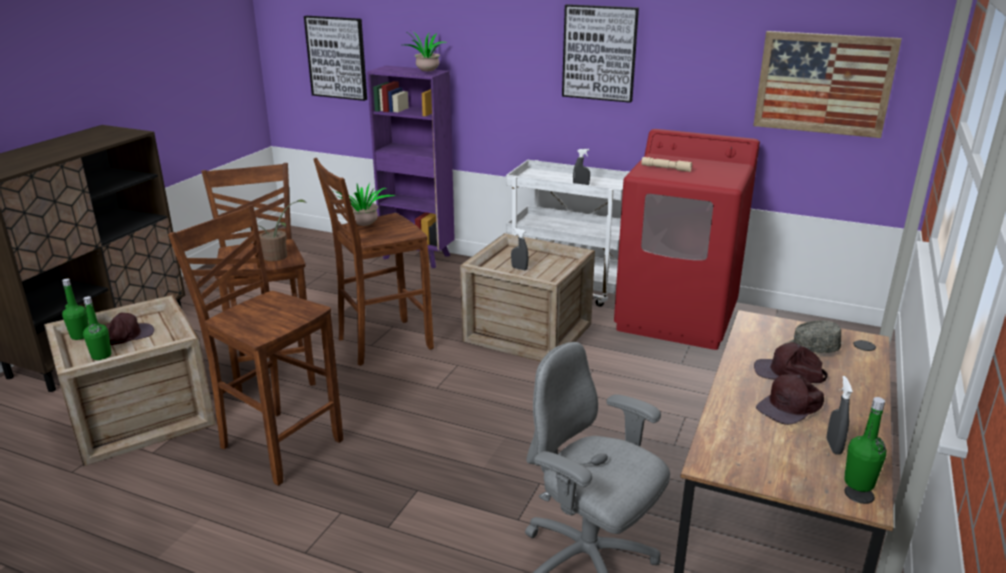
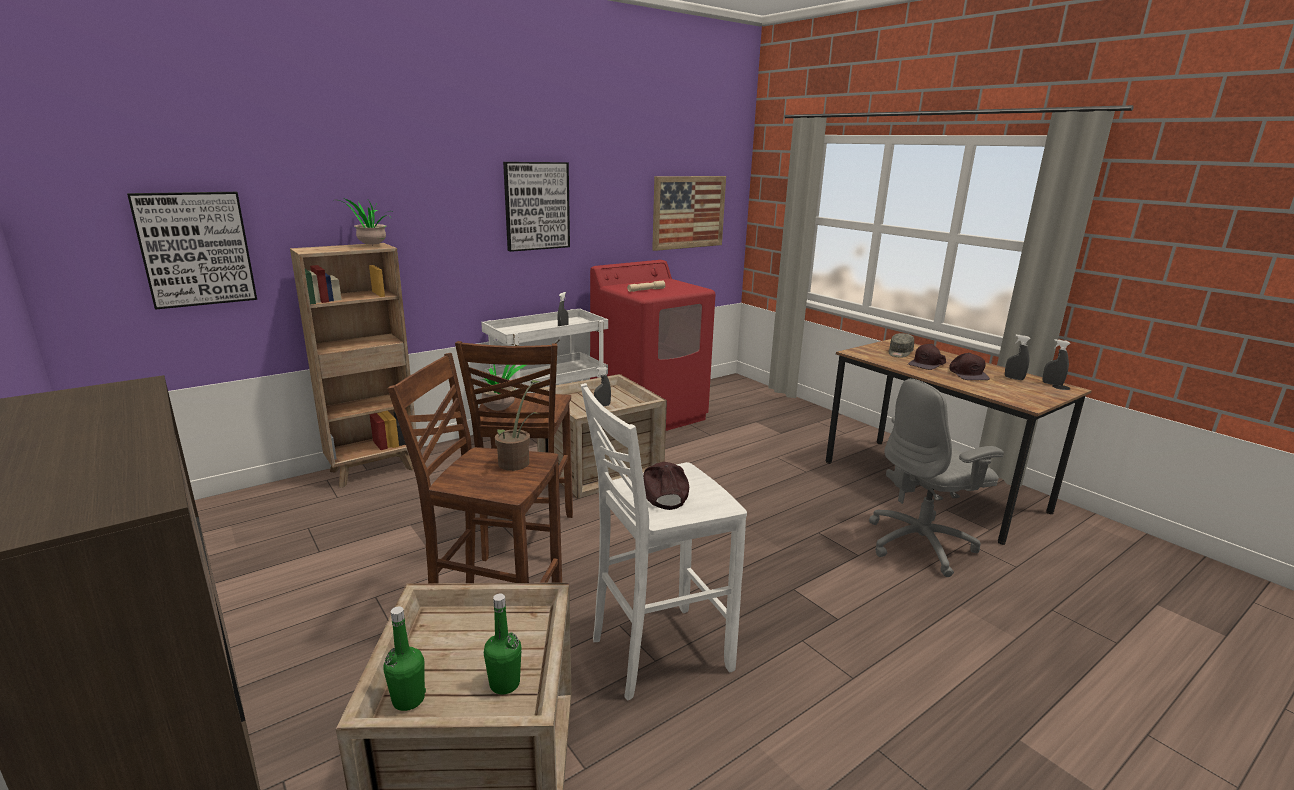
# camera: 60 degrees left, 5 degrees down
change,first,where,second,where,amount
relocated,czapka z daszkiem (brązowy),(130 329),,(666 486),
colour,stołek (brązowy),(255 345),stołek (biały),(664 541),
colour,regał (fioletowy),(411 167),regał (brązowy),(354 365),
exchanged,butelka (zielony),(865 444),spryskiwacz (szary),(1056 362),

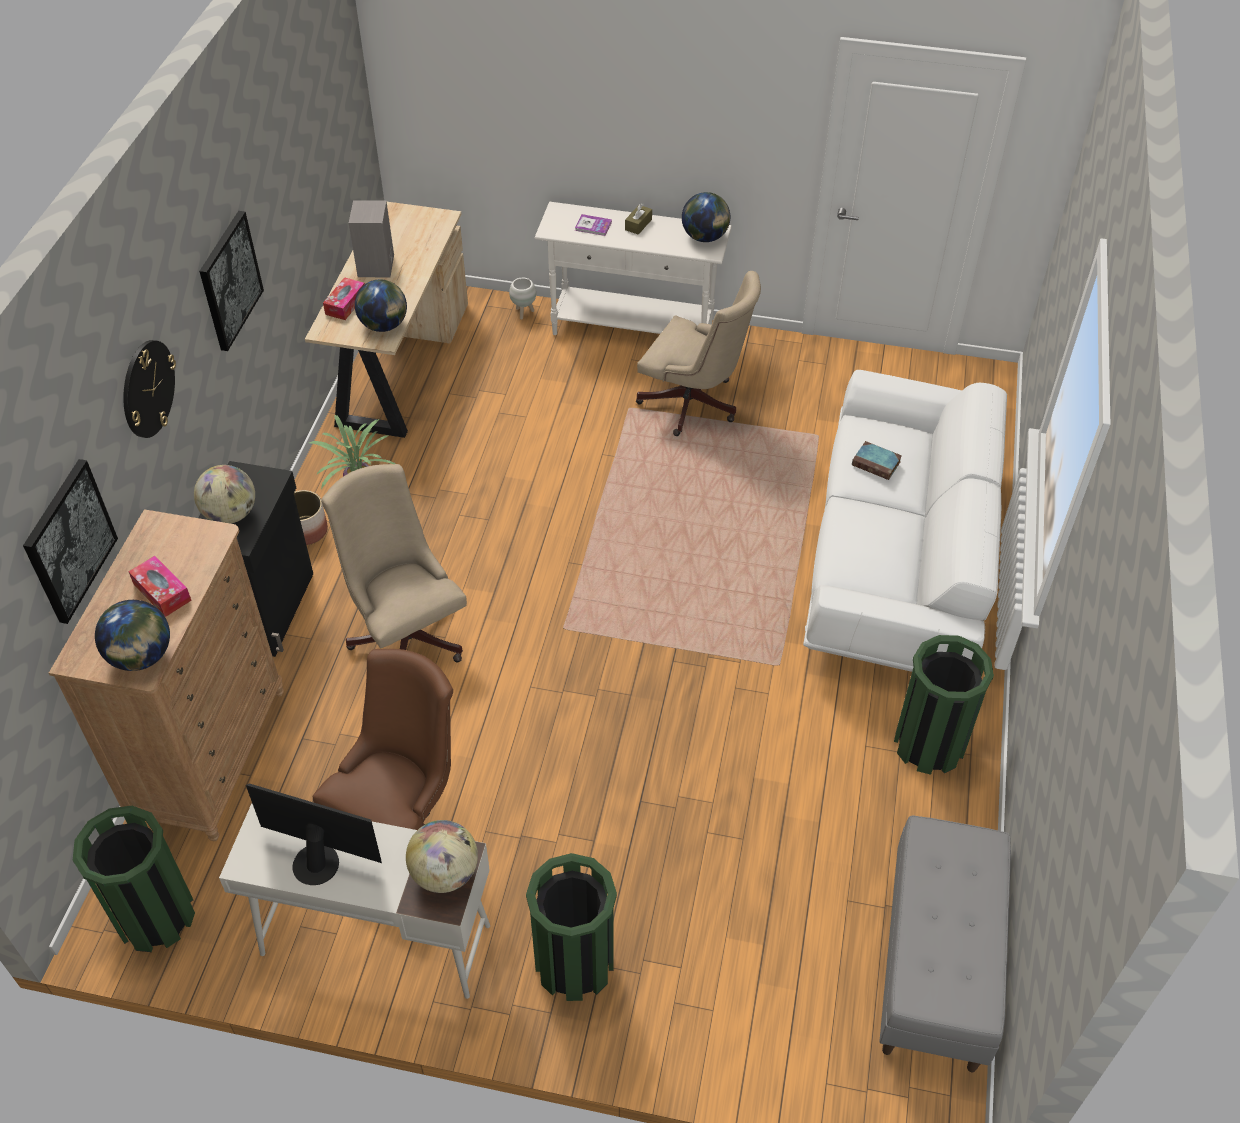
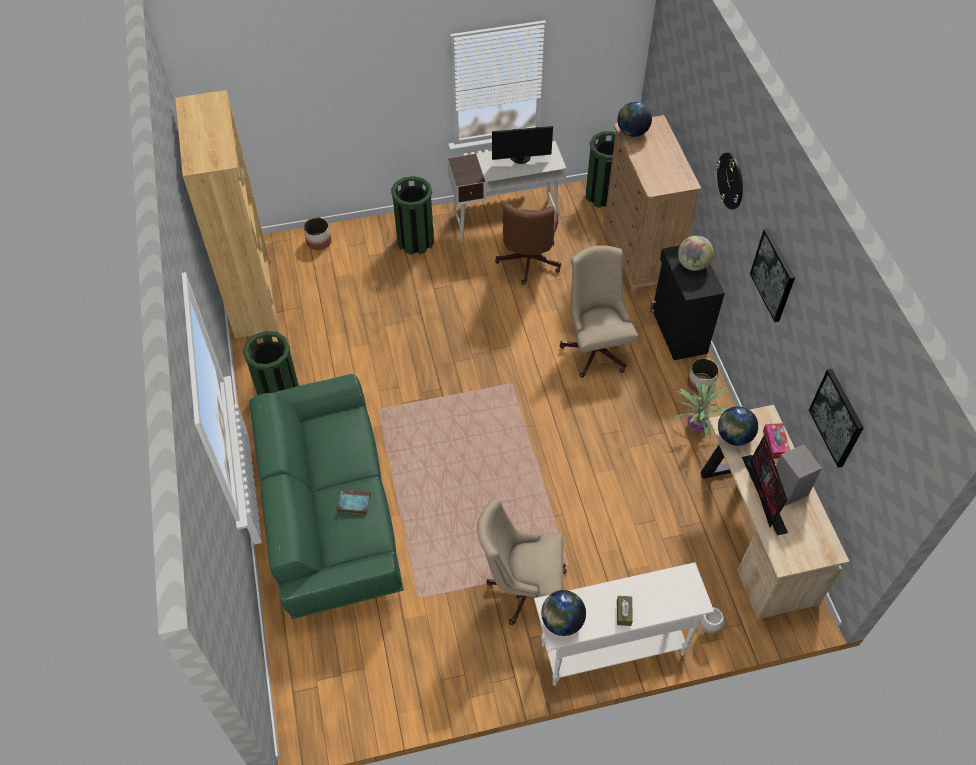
# camera: 155 degrees right, 5 degrees up
change,first,where,second,where,amount
relocated,obraz,(70 541),,(836 418),
missing,pudełko chusteczek,(160 586),,,
spun,krzesło biurowe (beżowy),(394 563),,(599 312),135 degrees counterclockwise
missing,globus,(442 856),,,
missing,książka,(593 225),,,
colour,kanapa (biały),(905 520),kanapa (zielony),(326 496),
exchanged,ławka (szary),(945 944),regał (brązowy),(226 214),
appeared,,,donica,(317 233),
appeared,,,monitor,(765 485),

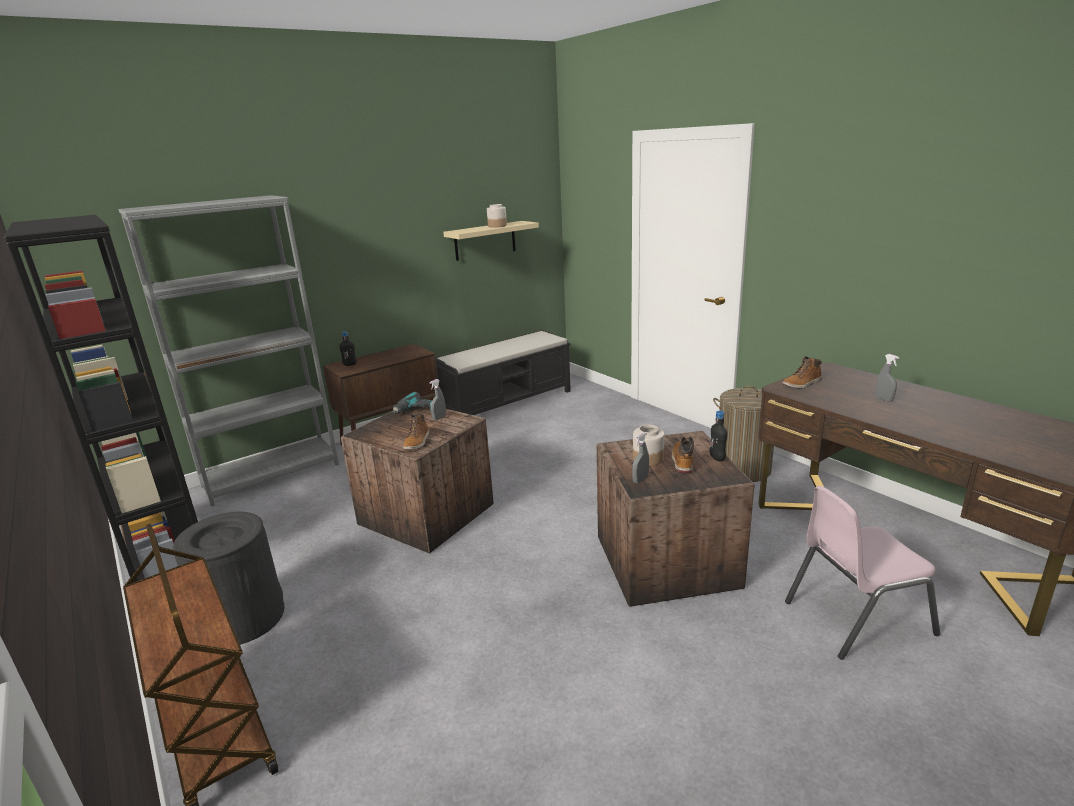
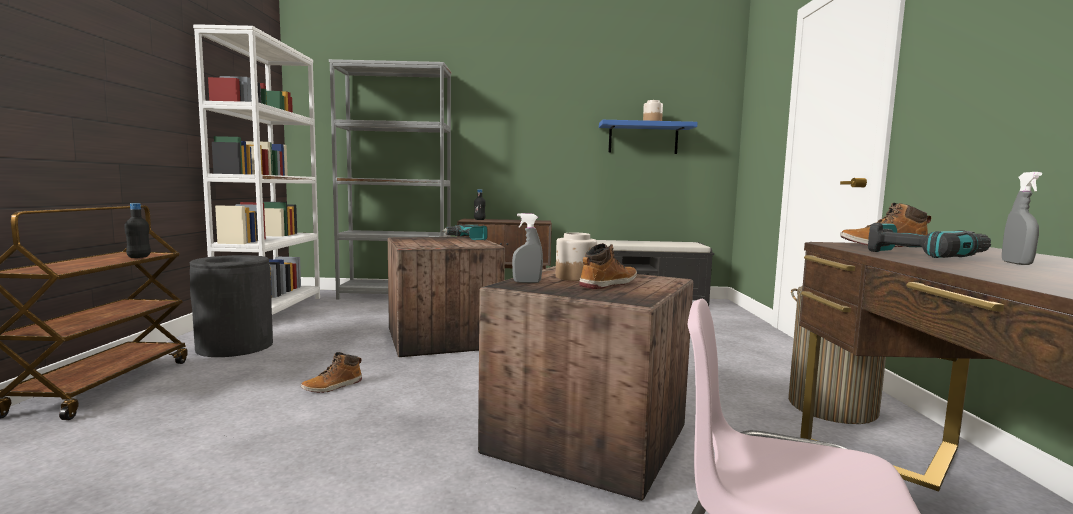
# camera: 35 degrees right, 15 degrees down
change,first,where,second,where,amount
colour,regał (czarny),(101 398),regał (biały),(256 169),
relocated,but z cholewką,(416 432),,(331 372),
missing,spryskiwacz (szary),(437 399),,,
colour,półka (beżowy),(491 241),półka (niebieski),(648 137),
relocated,butelka (czarny),(718 436),,(137 230),
appeared,,,wiertarka,(929 240),

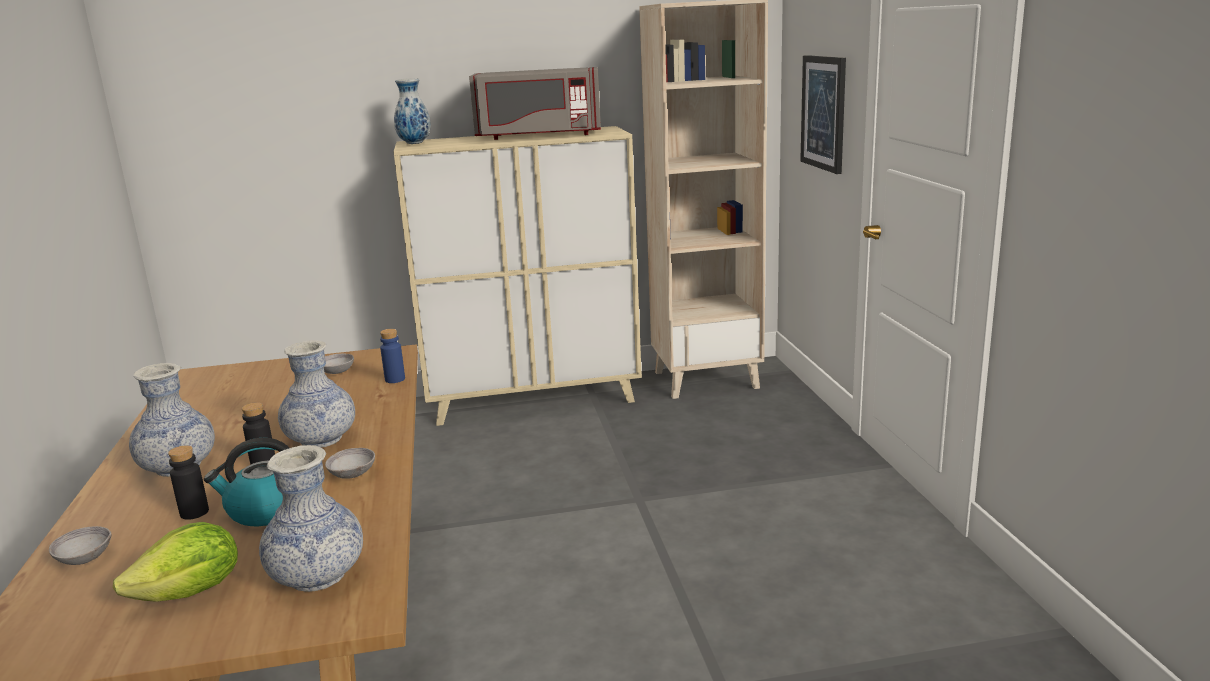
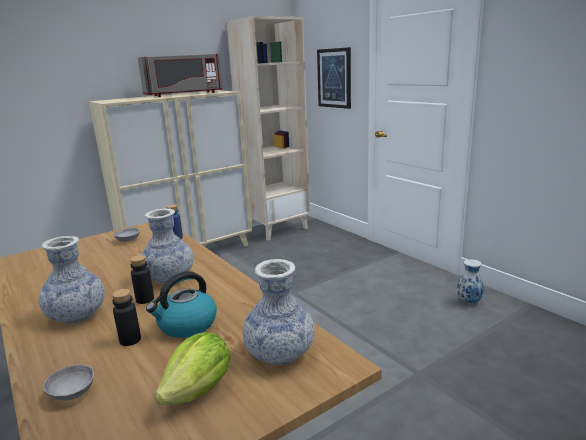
# camera: 25 degrees left, 0 degrees up
change,first,where,second,where,amount
missing,miska (szary),(350 463),,,
relocated,wazon,(412 111),,(470 281),

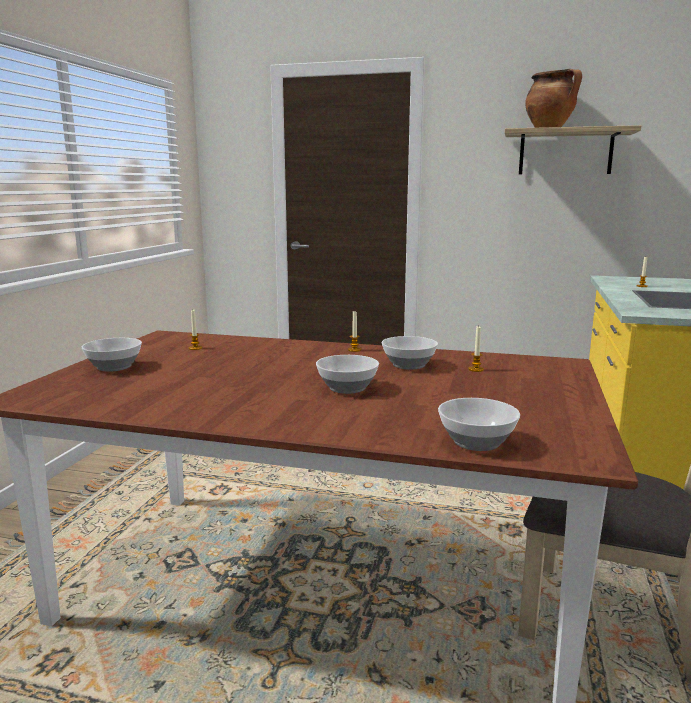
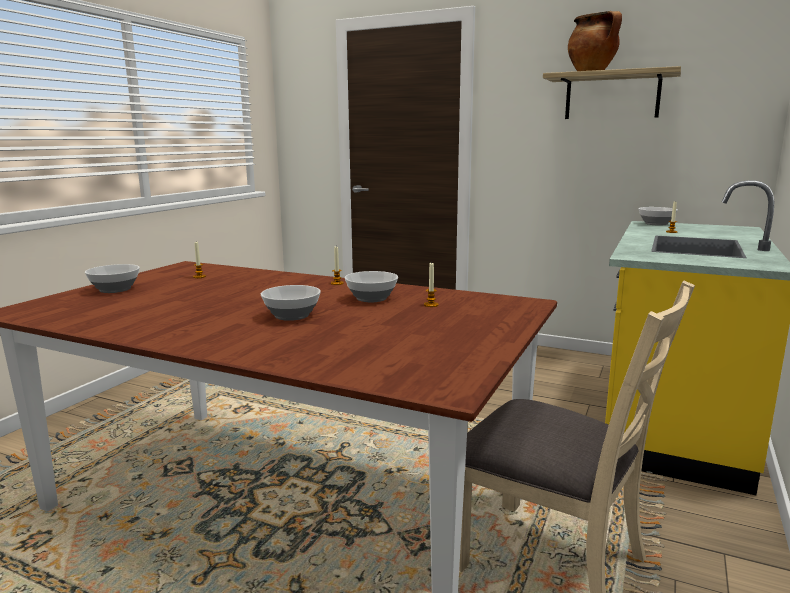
# camera: 10 degrees right, 0 degrees up
change,first,where,second,where,amount
relocated,miska,(479 424),,(658 216),

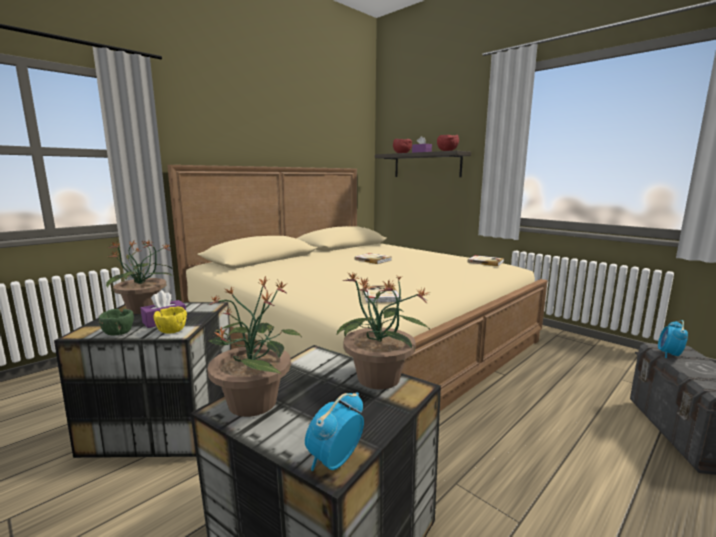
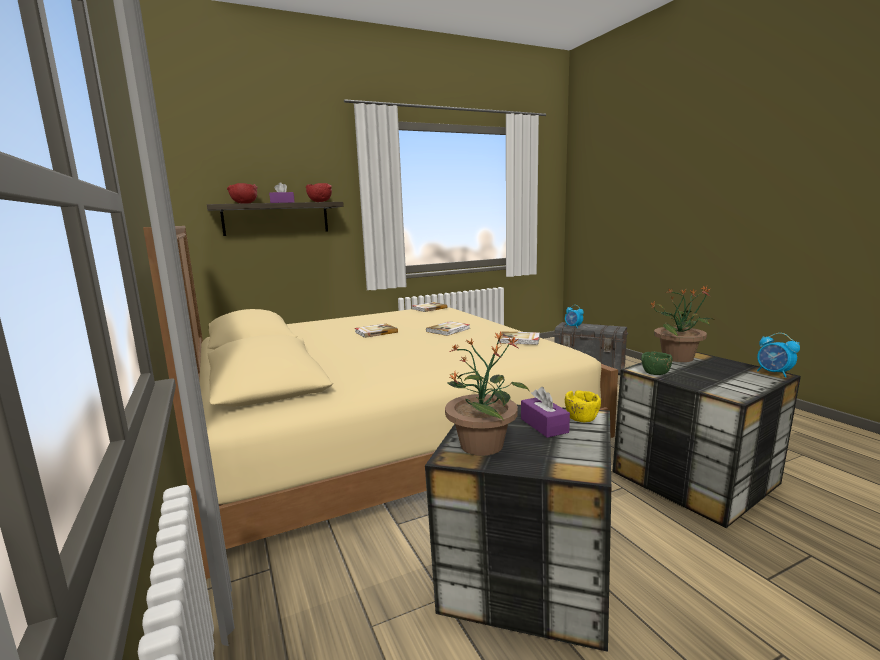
# camera: 70 degrees left, 0 degrees up
change,first,where,second,where,amount
relocated,miska (zielony),(116 322),,(657 363),
missing,roślina doniczkowa,(254 346),,,
appeared,,,książka,(448 328),

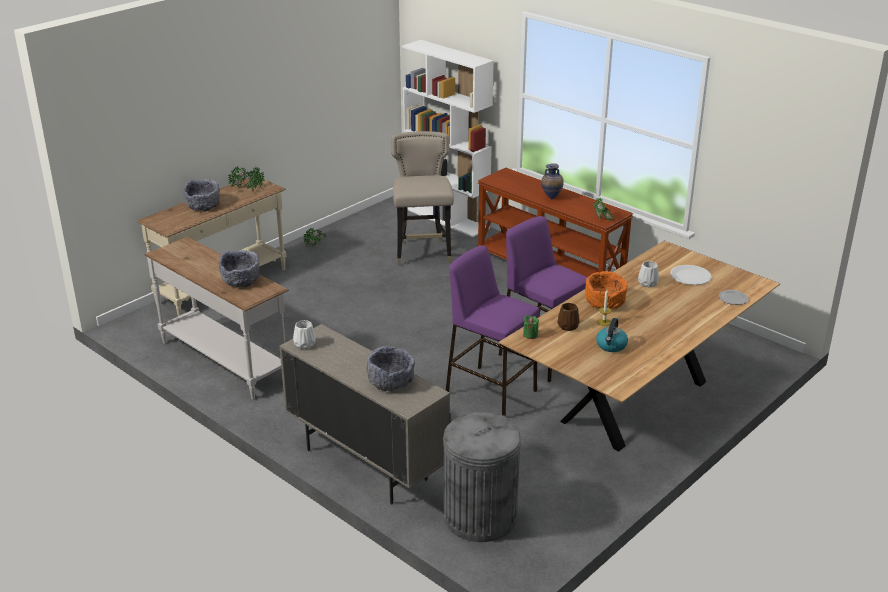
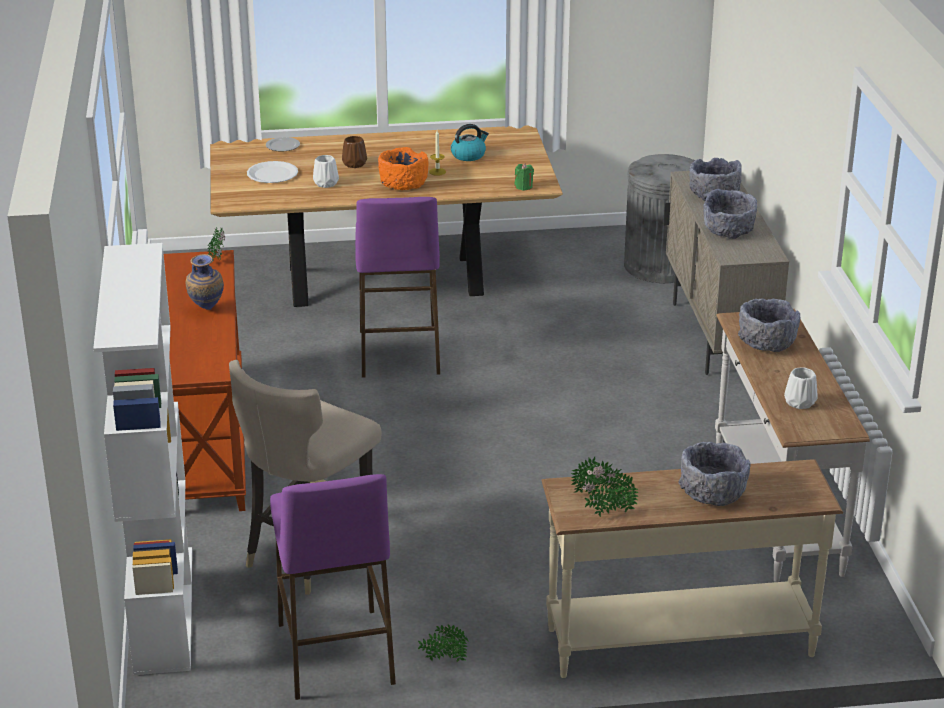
# camera: 140 degrees left, 0 degrees up
change,first,where,second,where,amount
relocated,wazon (biały),(304 334),,(800 388),
relocated,stołek (fioletowy),(493 330),,(333 587),
relocated,wazon (brązowy),(568 317),,(354 152),
appeared,,,miska (szary),(730 214),

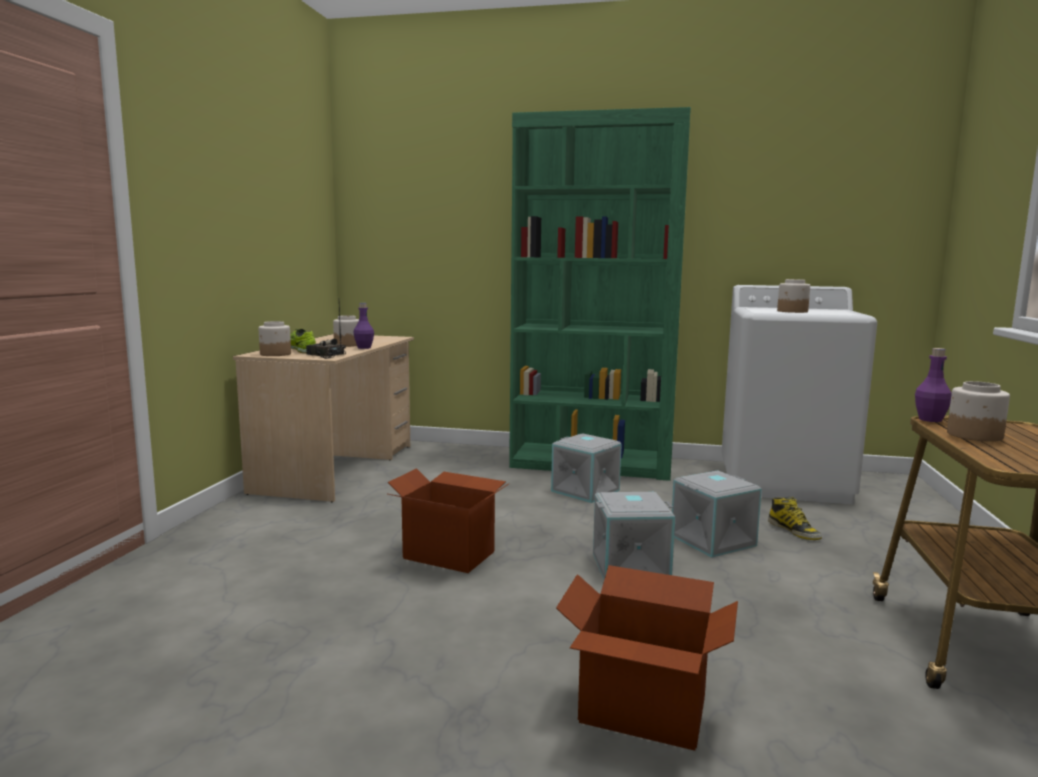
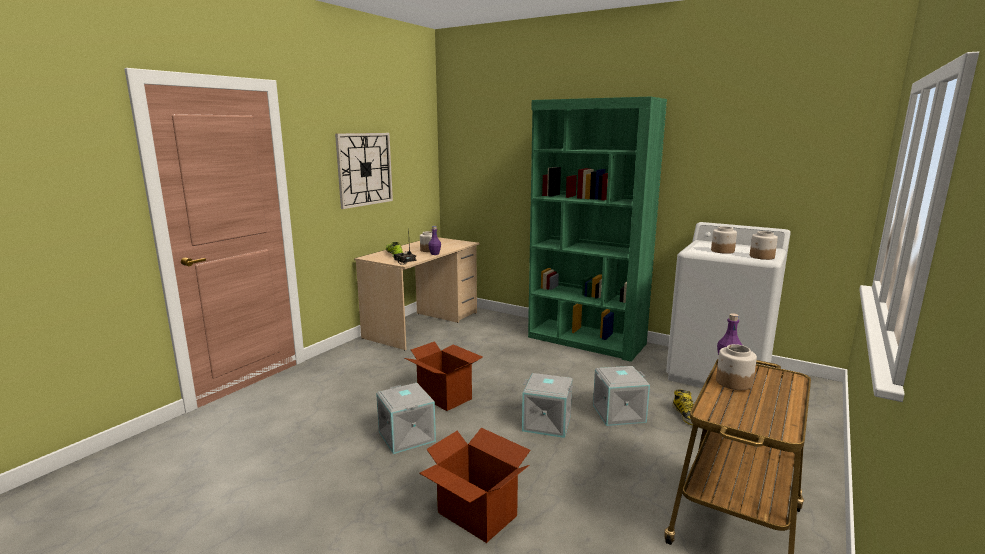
# camera: 20 degrees right, 5 degrees up
change,first,where,second,where,amount
relocated,słoik,(275 338),,(764 245),
relocated,pojemnik do przechowywania (szary),(586 468),,(406 418),
appeared,,,zegar ścienny,(364 171),

